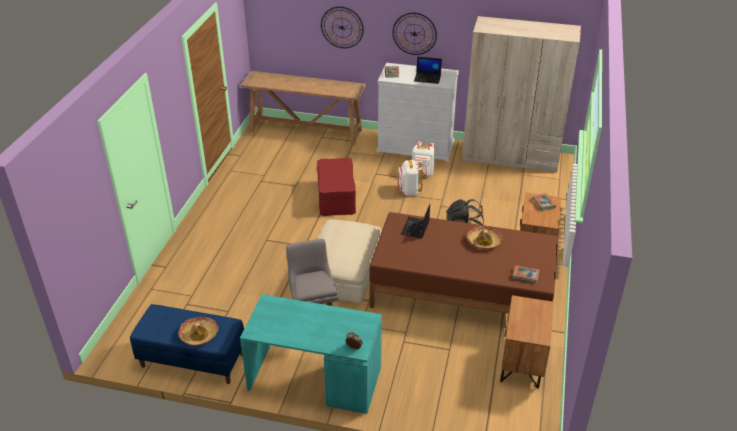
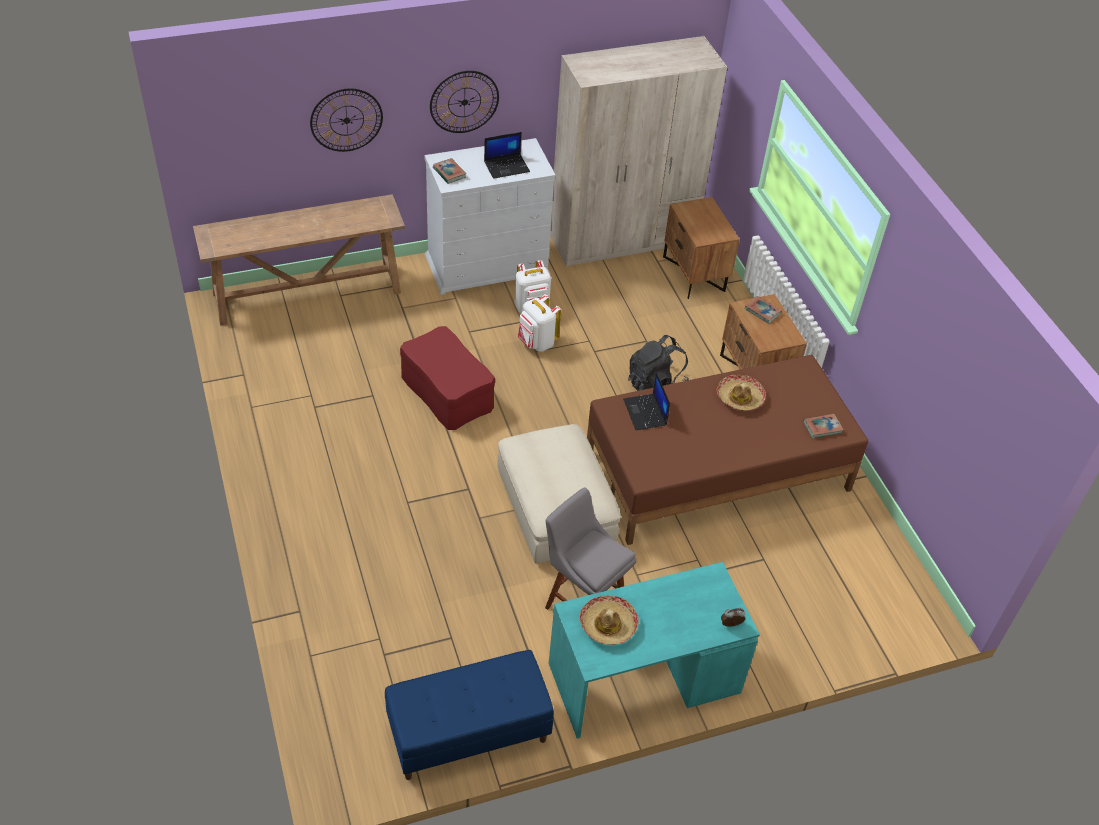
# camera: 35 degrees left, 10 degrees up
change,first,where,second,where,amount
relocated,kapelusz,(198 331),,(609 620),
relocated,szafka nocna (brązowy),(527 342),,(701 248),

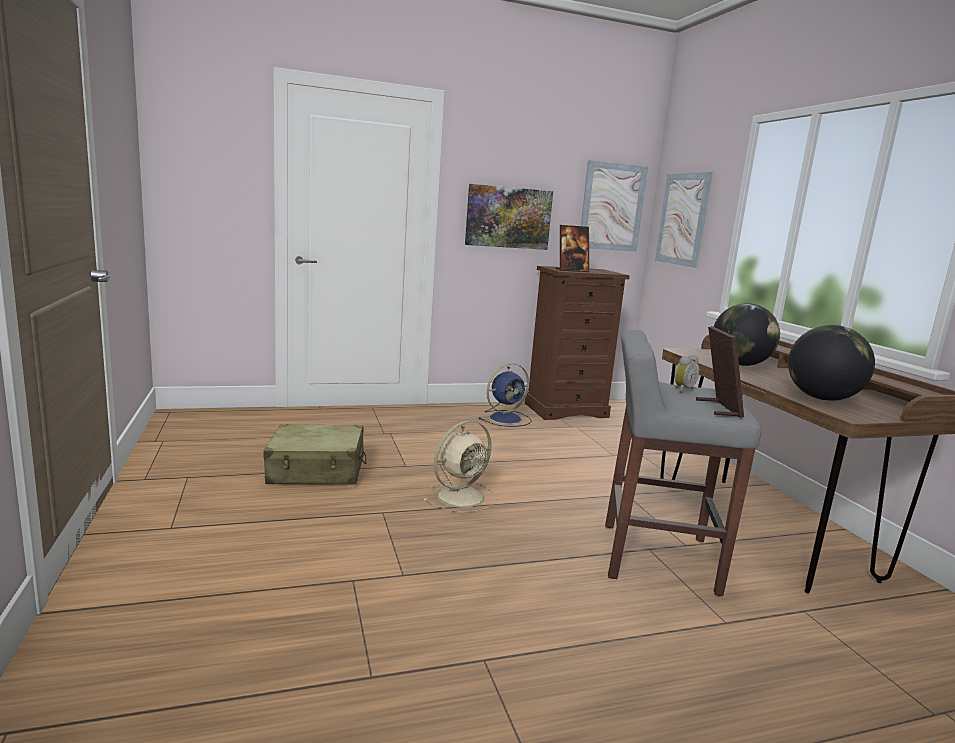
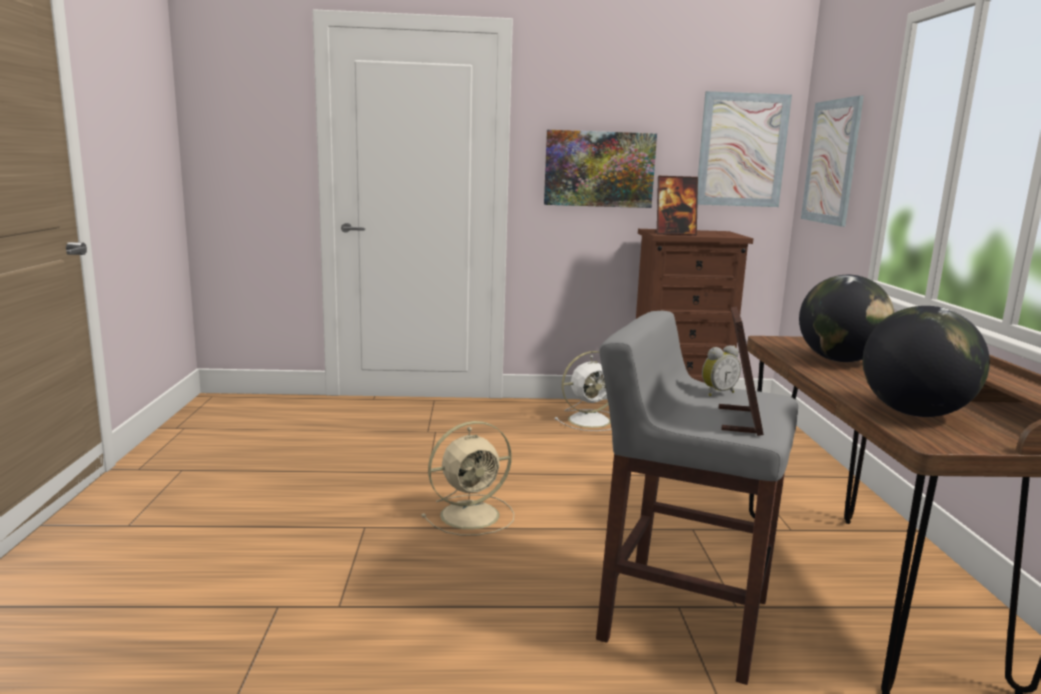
# camera: 15 degrees right, 0 degrees up
change,first,where,second,where,amount
missing,walizka (beżowy),(314 454),,,
colour,wentylator (niebieski),(505 395),wentylator (biały),(583 391),

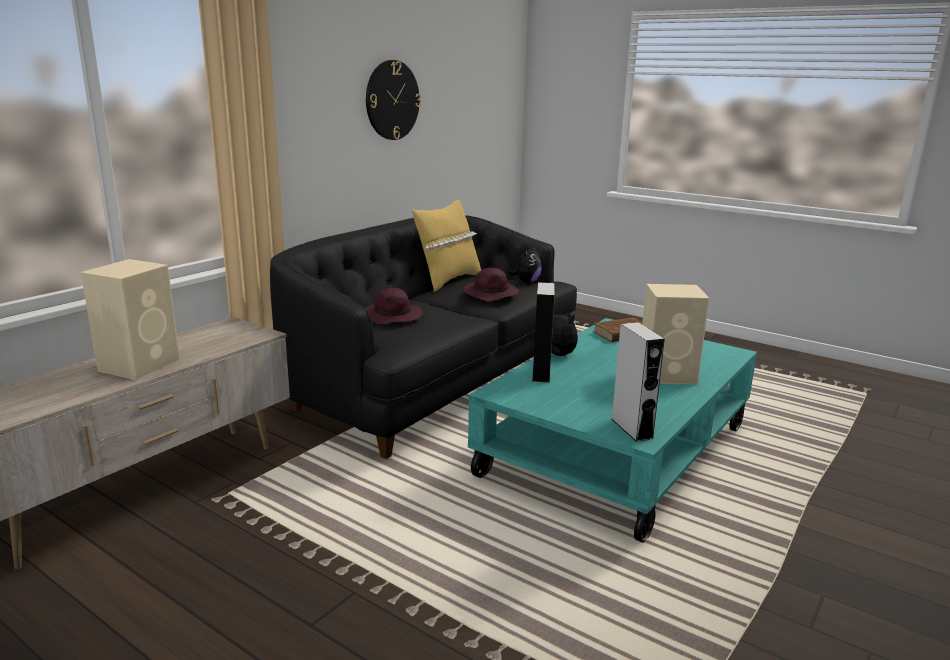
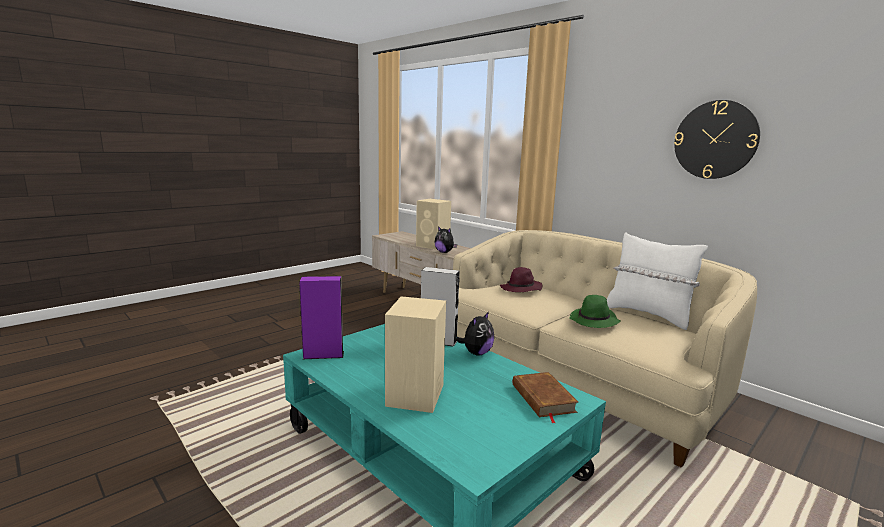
# camera: 100 degrees right, 5 degrees down
change,first,where,second,where,amount
colour,kanapa (czarny),(423 337),kanapa (beżowy),(605 349),
colour,poduszka (żółty),(446 245),poduszka (biały),(657 281),
colour,kapelusz (fioletowy),(490 284),kapelusz (zielony),(595 311),
relocated,pluszak,(525 264),,(445 239),
colour,głośnik (szary),(638 382),głośnik (fioletowy),(321 317),

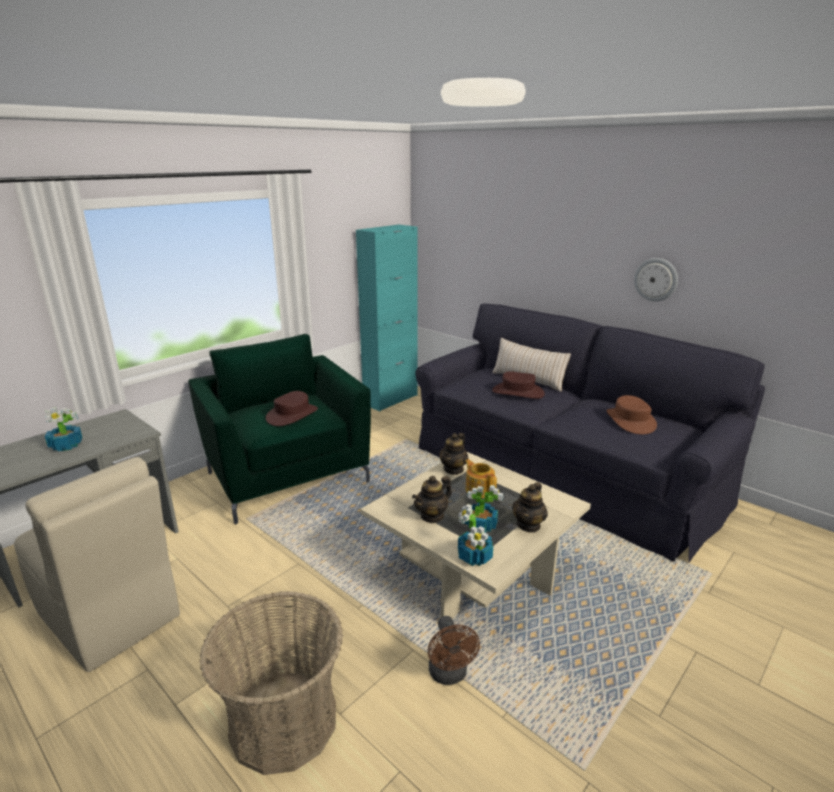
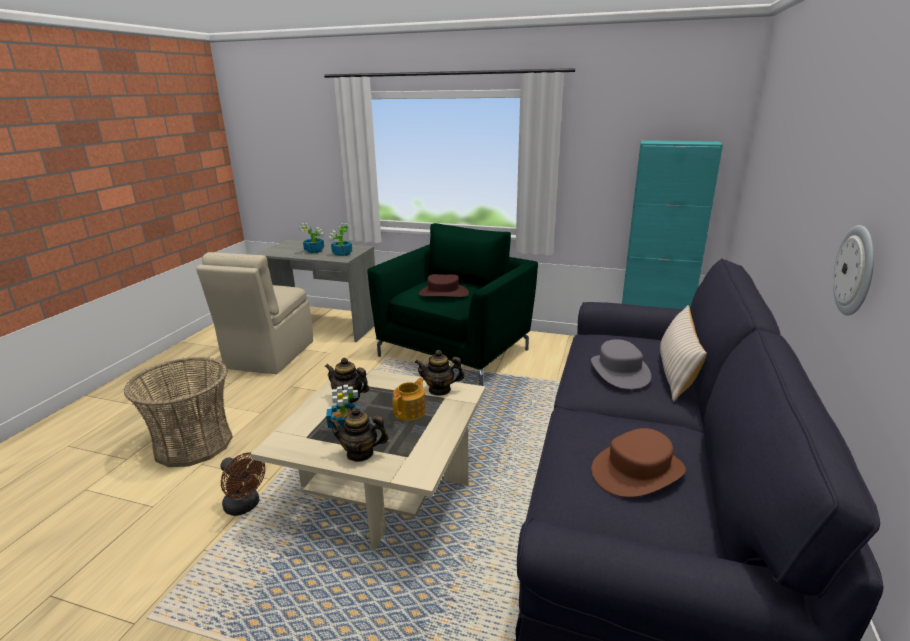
# camera: 65 degrees right, 0 degrees up
change,first,where,second,where,amount
spun,wentylator (brązowy),(454 650),,(242 484),105 degrees counterclockwise
relocated,roślina doniczkowa,(475 535),,(340 239),
colour,kapelusz (brązowy),(518 385),kapelusz (szary),(621 364),

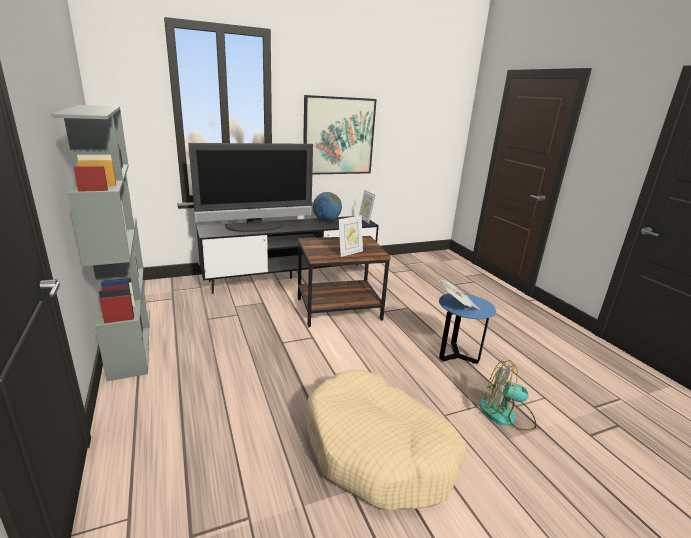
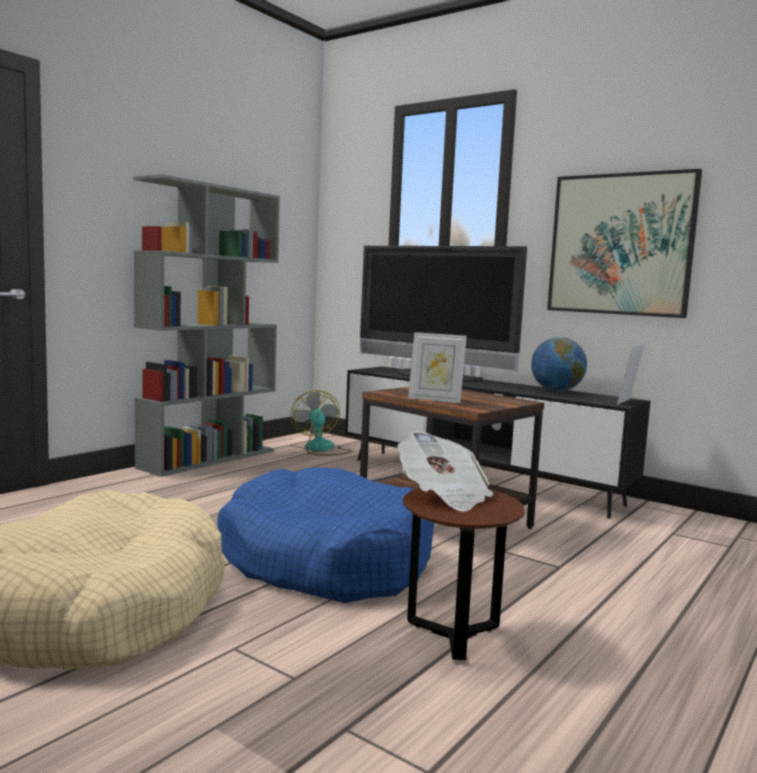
# camera: 60 degrees right, 15 degrees down
change,first,where,second,where,amount
colour,stolik (niebieski),(467 328),stolik (brązowy),(463 574),
relocated,wentylator,(508 395),,(321 423),
appeared,,,legowisko (niebieski),(325 535),

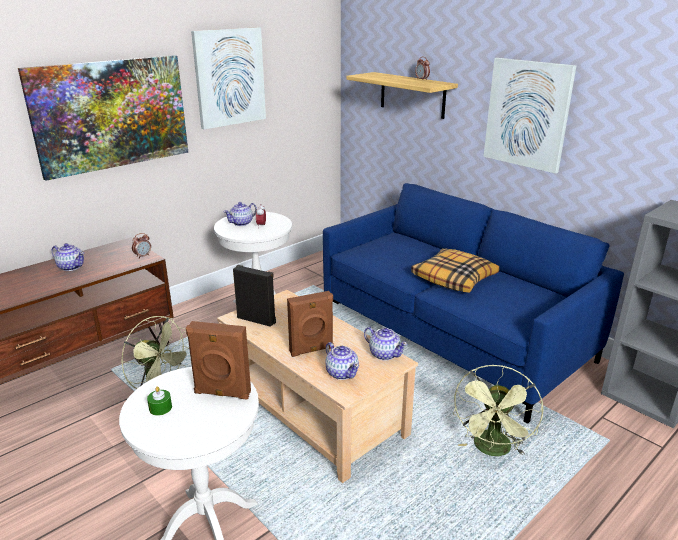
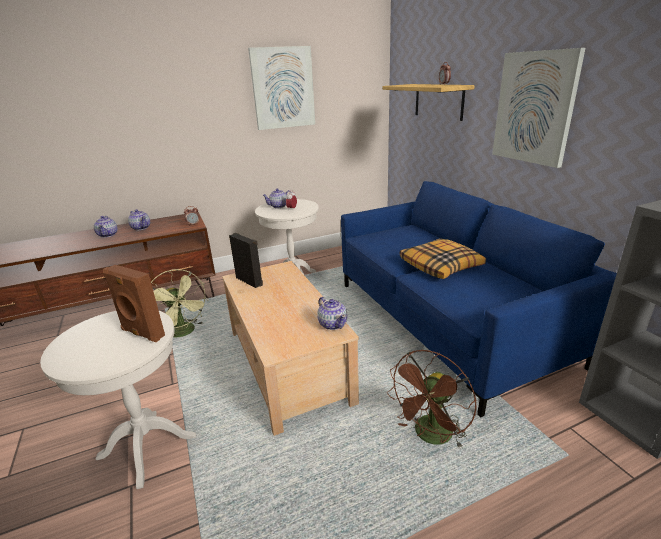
# camera: 20 degrees right, 0 degrees up
change,first,where,second,where,amount
missing,obraz,(103 118),,,
missing,świeca (zielony),(159 401),,,
missing,głośnik (brązowy),(310 324),,,
relocated,imbryk,(342 361),,(106 227),
colour,wentylator (zielony),(498 410),wentylator (brązowy),(432 399),

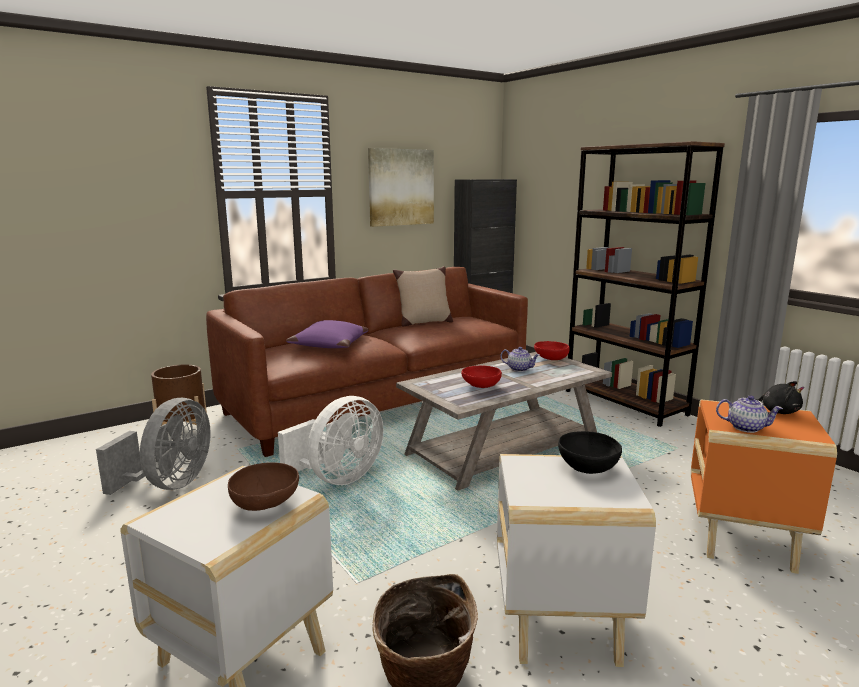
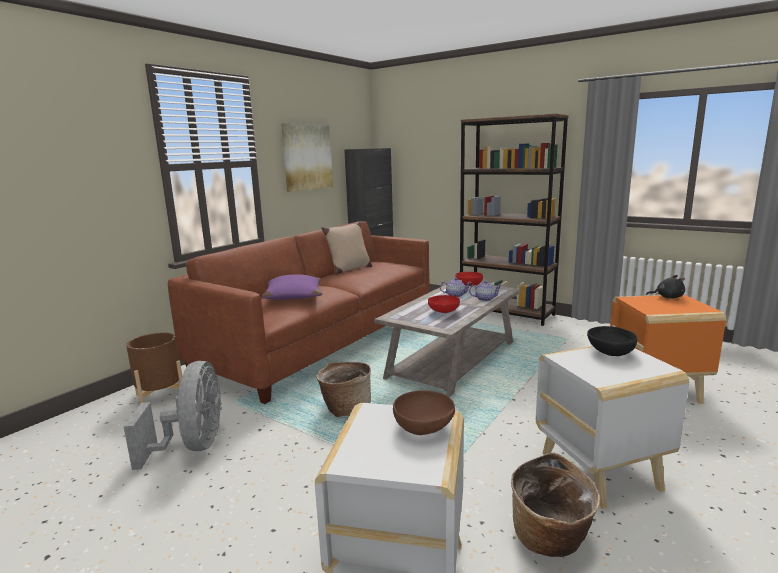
# camera: 20 degrees left, 0 degrees up
change,first,where,second,where,amount
exchanged,wentylator (biały),(331 440),koszyk,(343 389),
relocated,imbryk,(749 414),,(485 291),

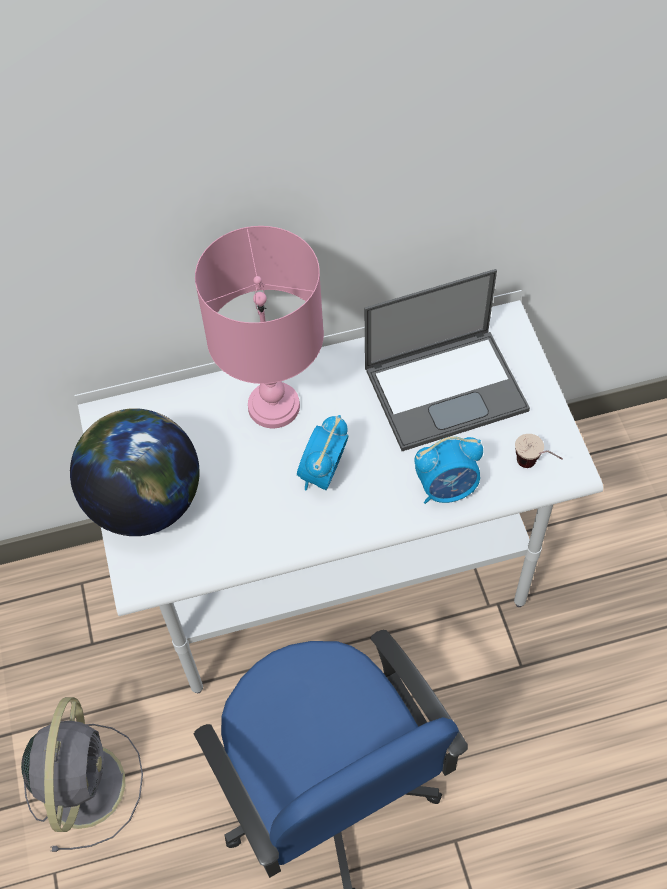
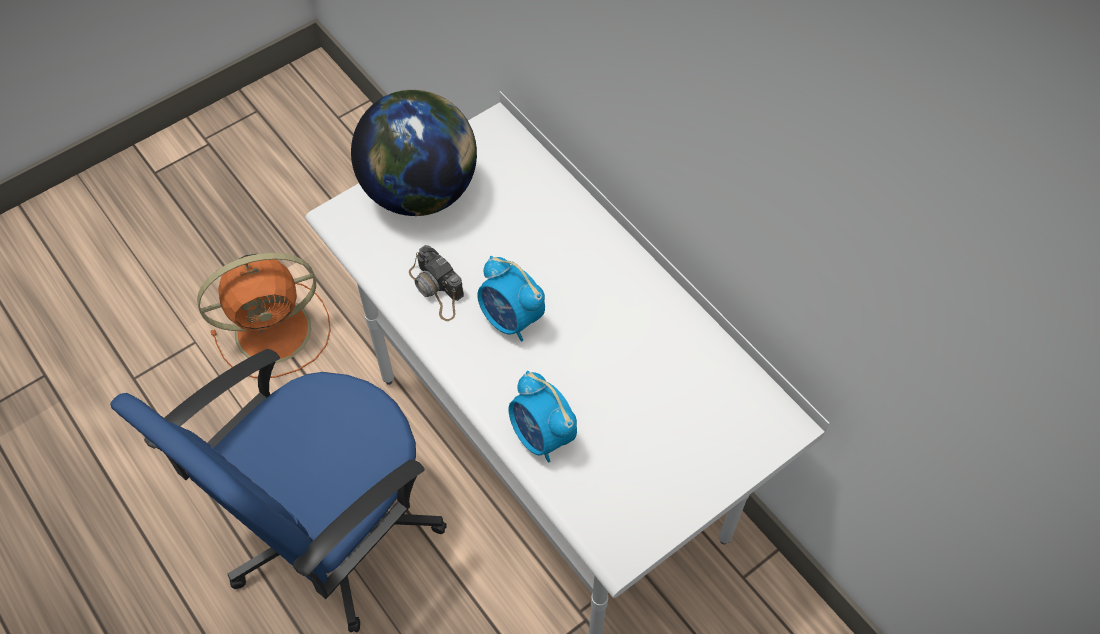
# camera: 65 degrees right, 0 degrees up
change,first,where,second,where,amount
colour,wentylator (szary),(82 774),wentylator (pomarańczowy),(264 315),
missing,lampa stołowa (różowy),(259 327),,,
spun,budzik,(323 453),,(511 299),135 degrees counterclockwise
missing,laptop,(447 360),,,
missing,filiżanka,(539 451),,,
appeared,,,aparat fotograficzny,(436 283),

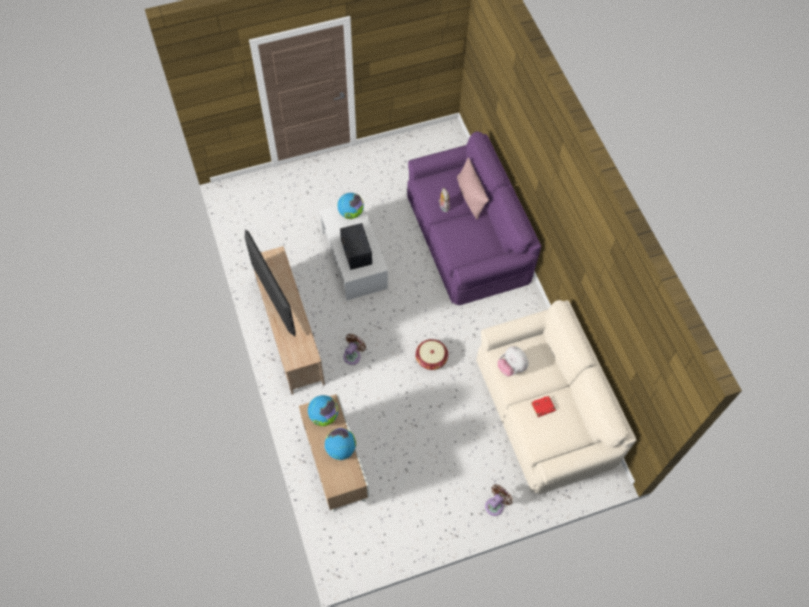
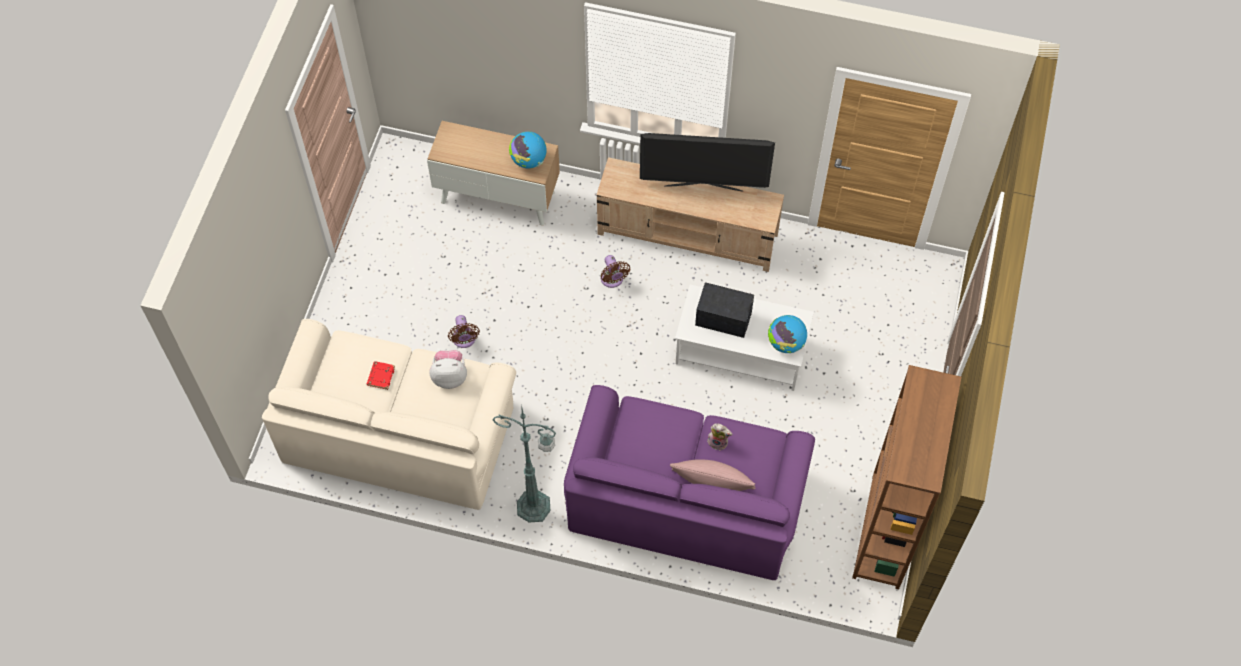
# camera: 125 degrees right, 0 degrees up
change,first,where,second,where,amount
missing,globus,(340 444),,,
missing,koszyk,(431 354),,,
relocated,wentylator (brązowy),(499 500),,(464 331),
appeared,,,lampa stojąca (zielony),(524 465),
appeared,,,regał (brązowy),(906 477),

